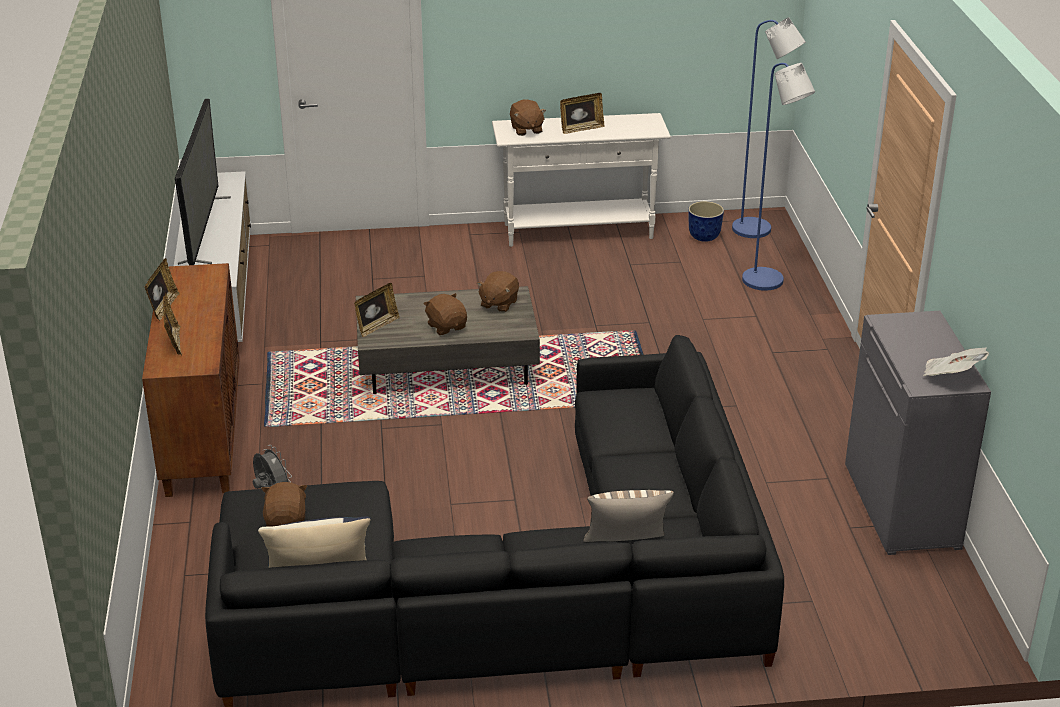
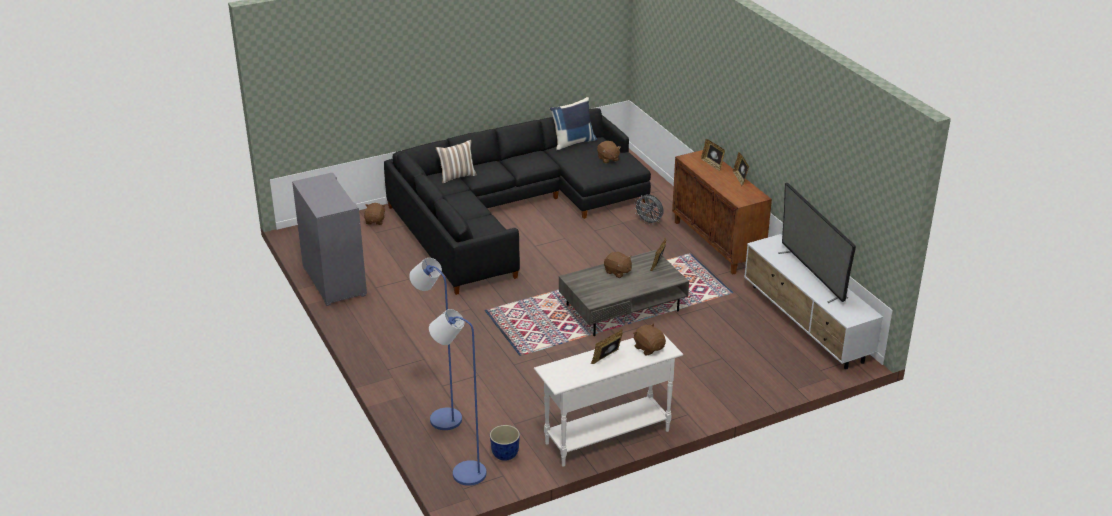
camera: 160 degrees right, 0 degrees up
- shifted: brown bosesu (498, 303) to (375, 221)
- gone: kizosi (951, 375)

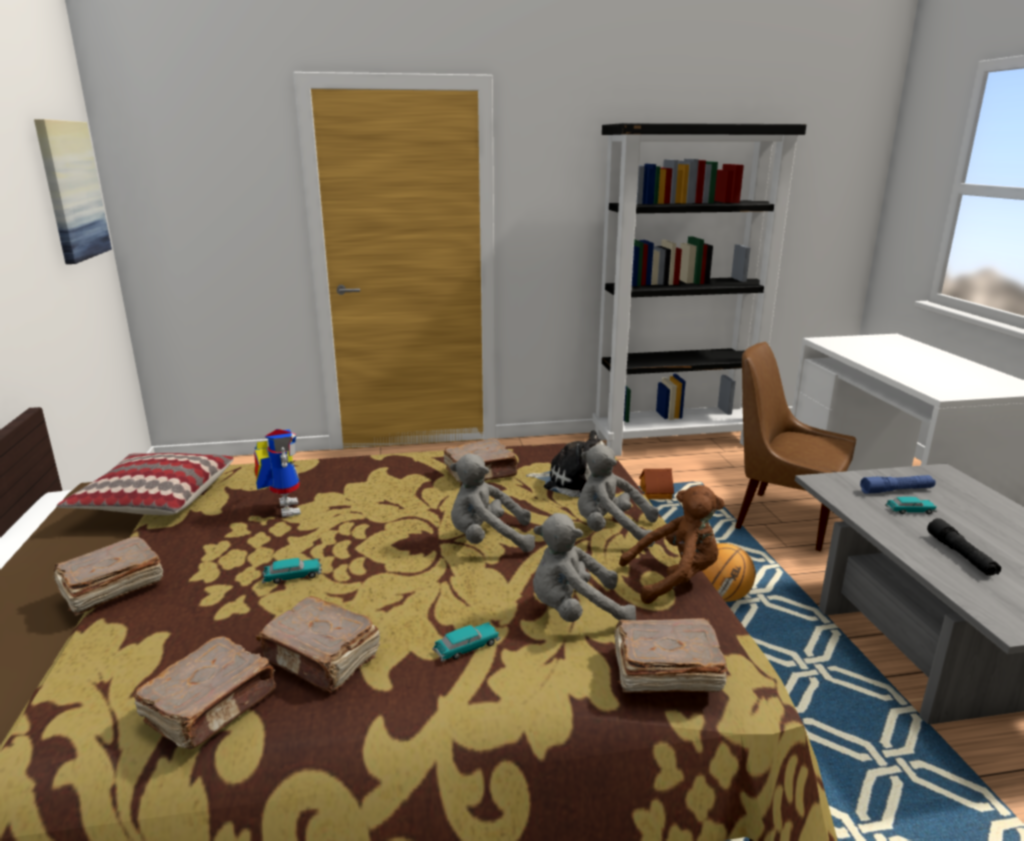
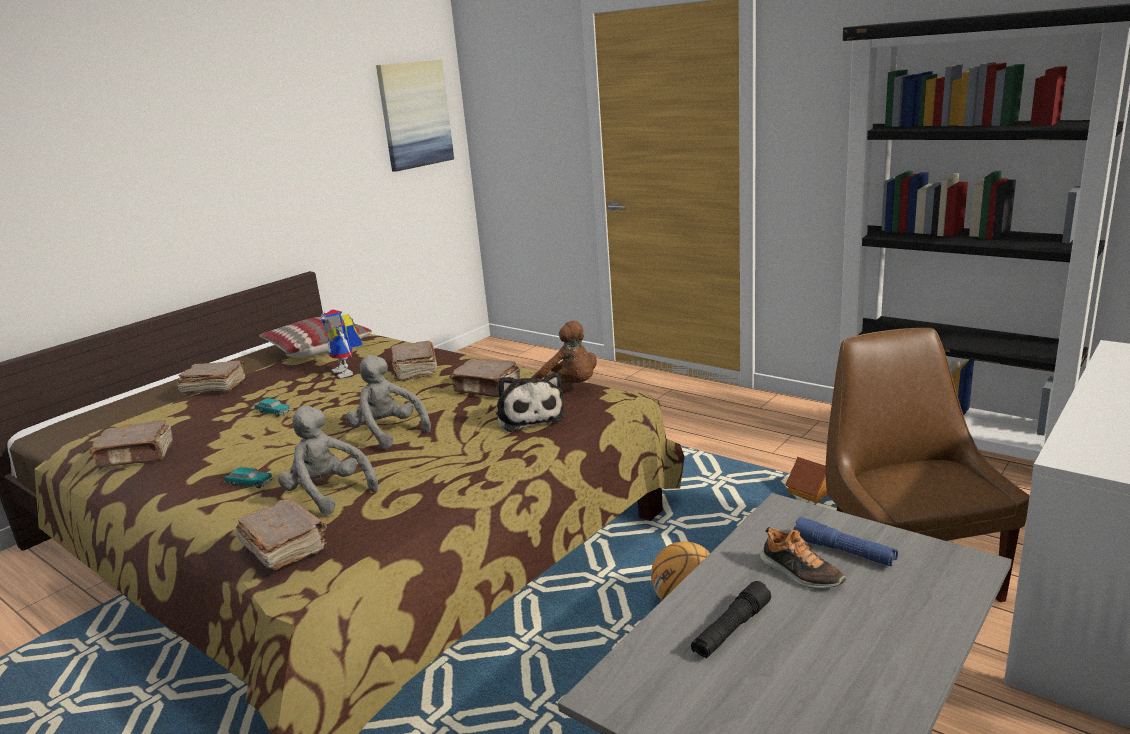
camera: 50 degrees right, 0 degrees up
- rotated: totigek (282, 508) = (348, 372) 120 degrees clockwise
- gone: grey bosesu (611, 531)
- shifted: brown bosesu (674, 579) to (568, 388)
- swapped: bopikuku (910, 510) to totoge (799, 573)
- shifted: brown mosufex (322, 659) to (414, 370)

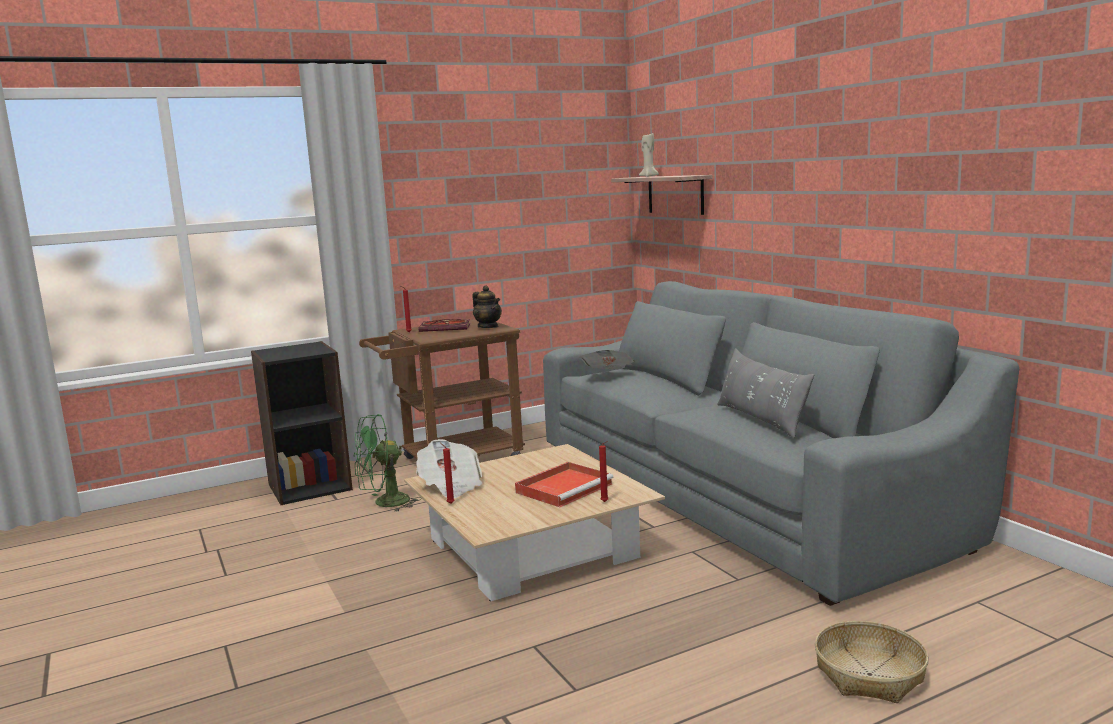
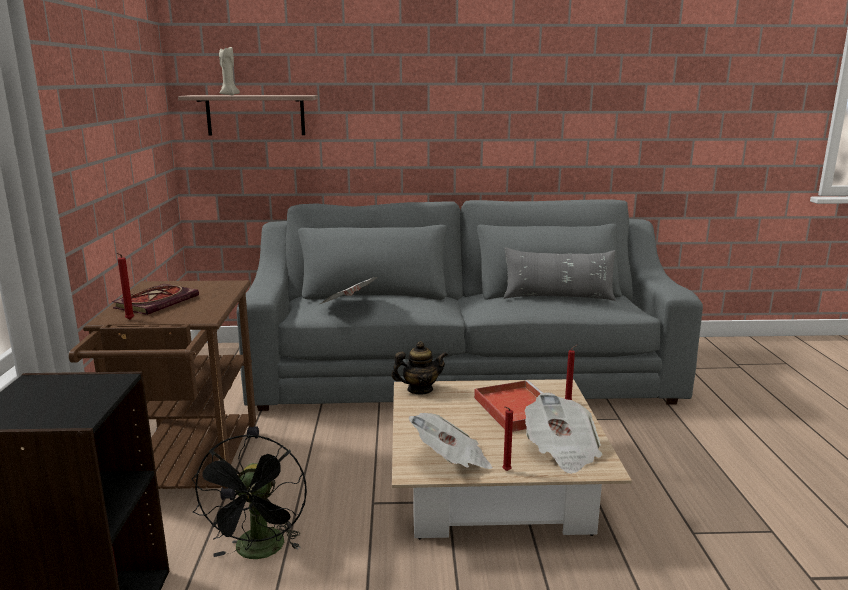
camera: 65 degrees left, 5 degrees up
- shifted: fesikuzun (488, 327) to (419, 390)
- repainted: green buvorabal (384, 503) to black buvorabal (259, 552)
- gone: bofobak (870, 674)
- new: kizosi (561, 451)

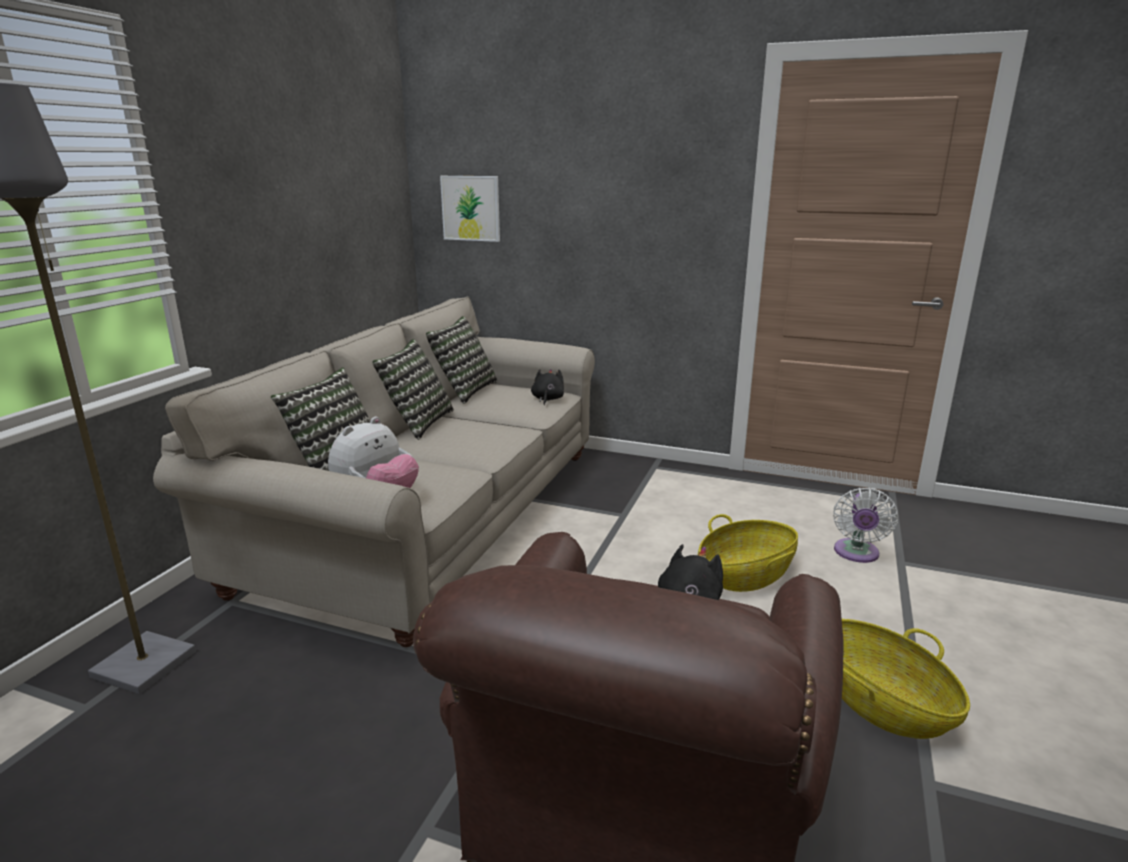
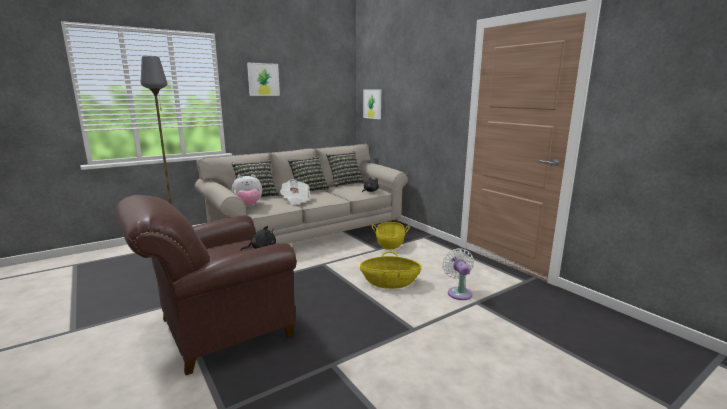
camera: 35 degrees right, 5 degrees down
- rotated: white buvorabal (856, 554) = (458, 292) 120 degrees clockwise
- shifted: bofobak (881, 703) to (390, 243)
- new: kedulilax (263, 79)
- new: kizosi (295, 200)

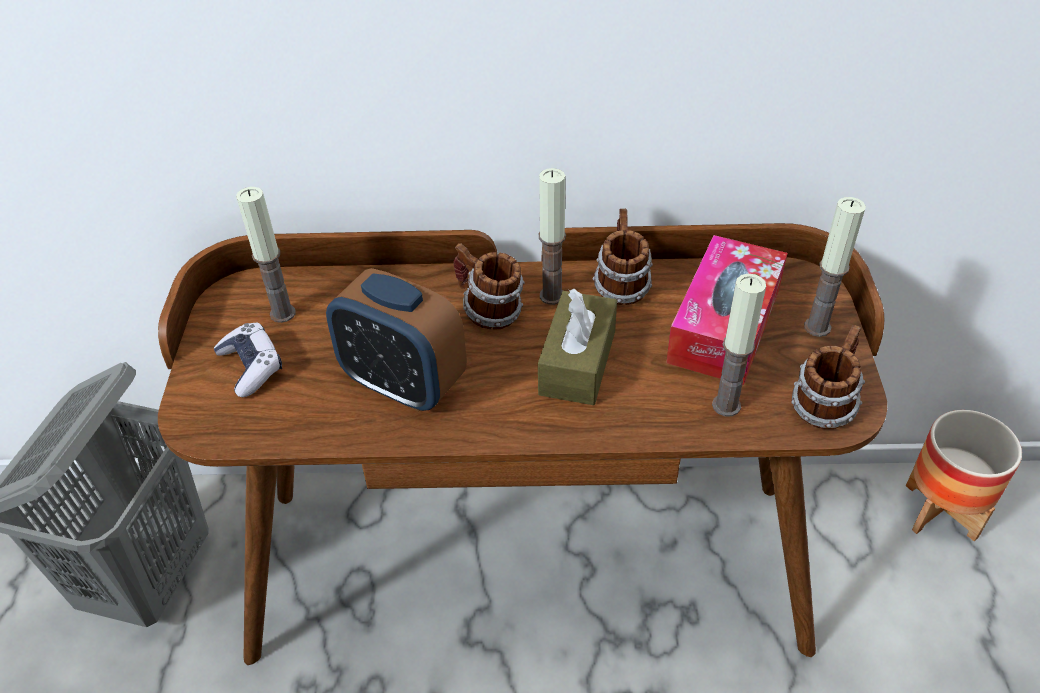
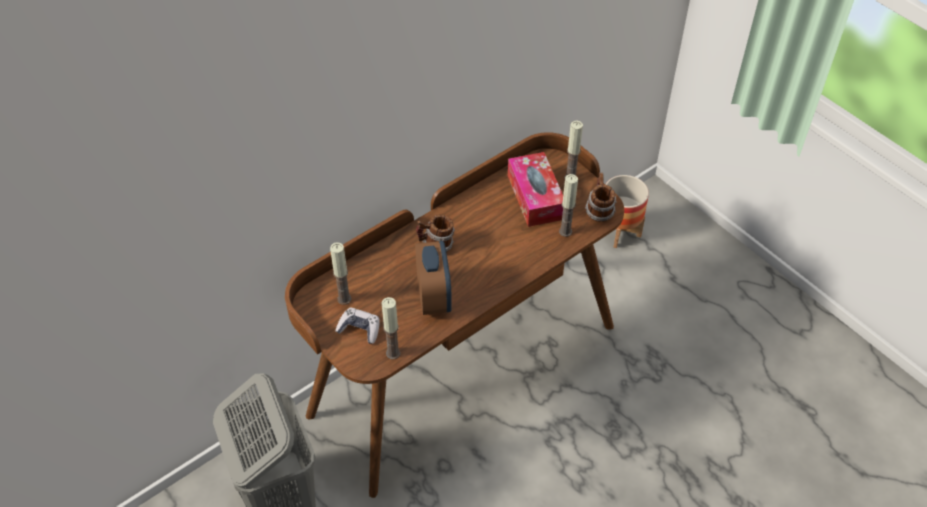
camera: 40 degrees left, 5 degrees up
- shifted: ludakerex (551, 296) to (393, 353)
- gone: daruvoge (620, 286)
- rotated: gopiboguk (403, 384) = (434, 297) 90 degrees counterclockwise
- gone: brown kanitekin (577, 362)

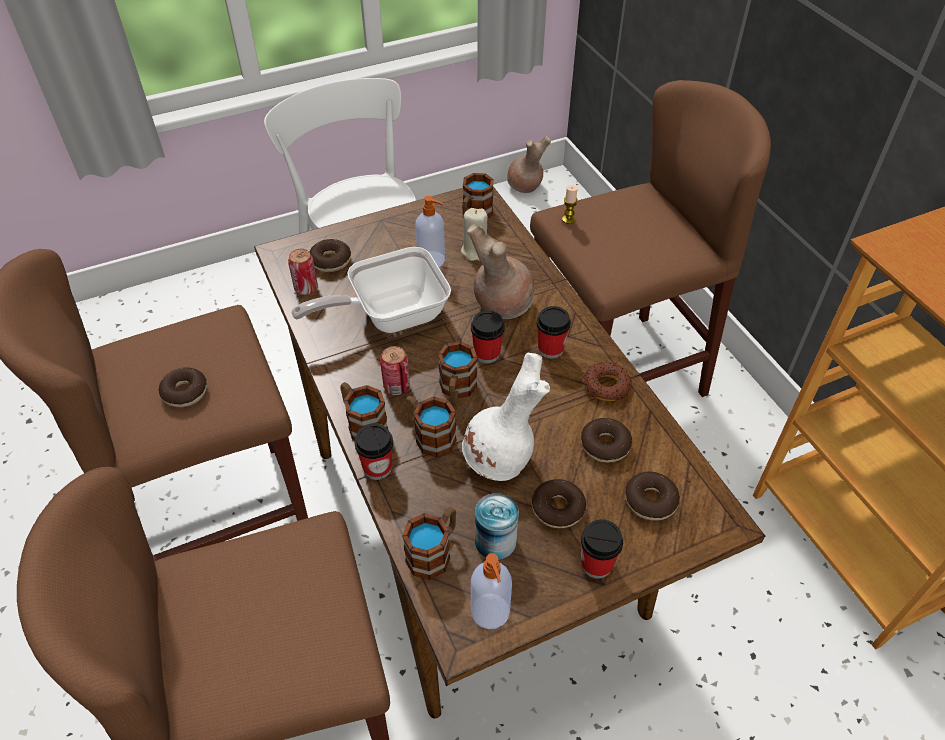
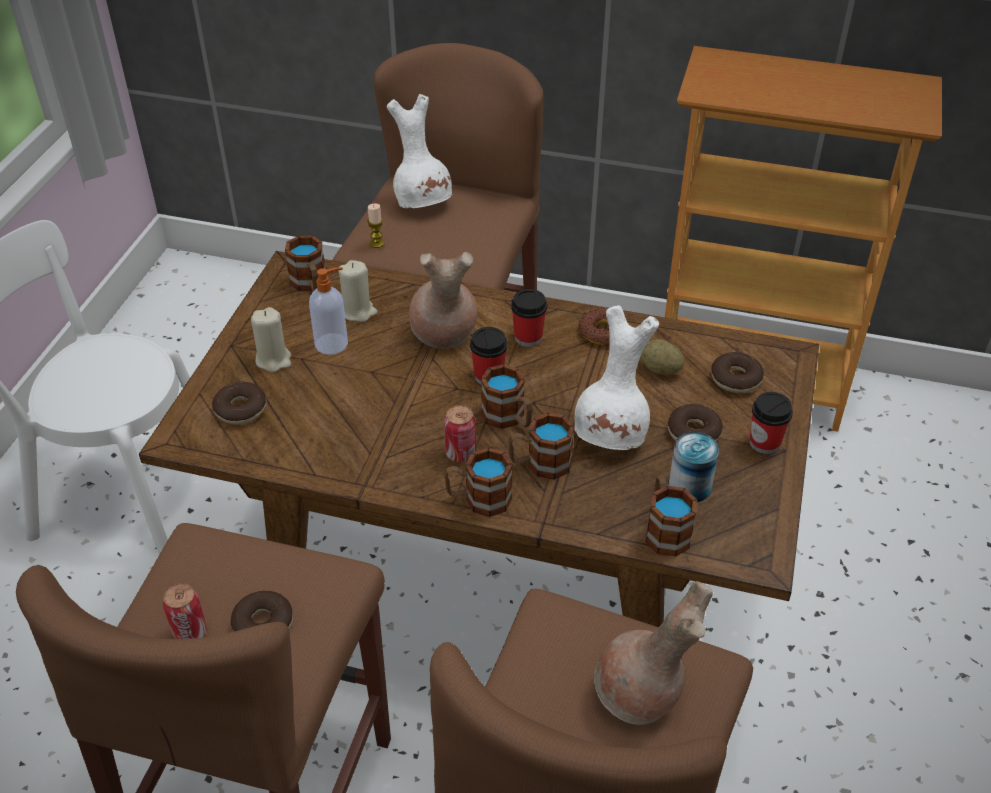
camera: 50 degrees left, 5 degrees down
- shifted: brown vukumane (525, 187) to (640, 697)
- gone: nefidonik (390, 316)
- shifted: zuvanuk (306, 288) to (190, 632)
- swapped: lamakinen (605, 445) to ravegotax (660, 369)
- gone: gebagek (377, 468)
- gone: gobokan (490, 612)
- new: white vukumane (423, 203)
- new: beige ludakerex (274, 359)

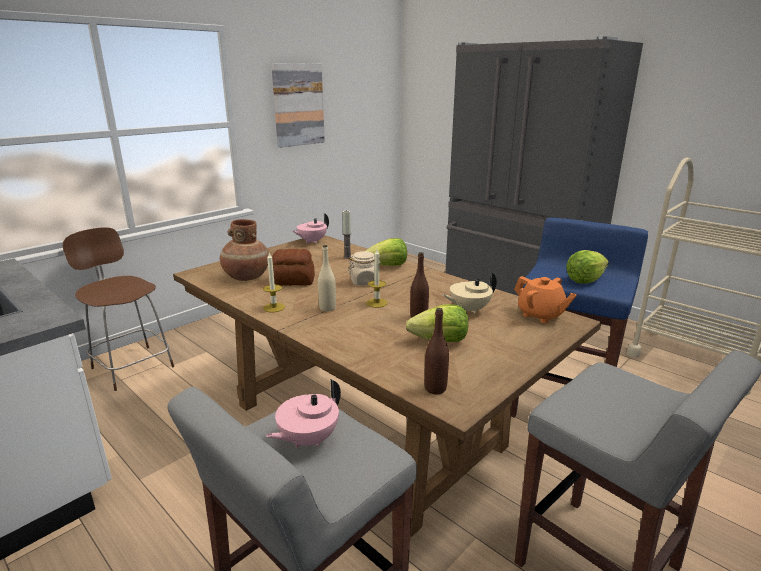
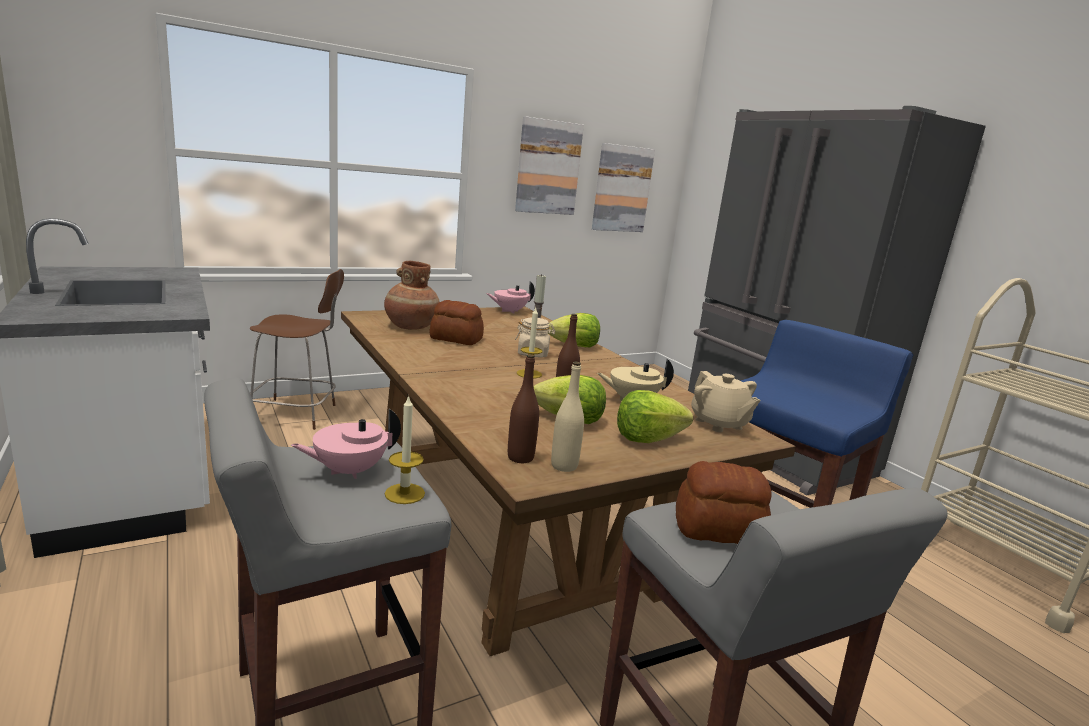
camera: 15 degrees right, 5 degrees down
- rotated: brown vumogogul (131, 366) = (297, 414) 120 degrees clockwise
- shifted: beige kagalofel (327, 308) to (564, 466)
- shifted: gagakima (585, 280) to (647, 438)
- shifted: ludakerex (274, 307) to (404, 493)
- repainted: orange fesikuzun (540, 315) to beige fesikuzun (719, 423)
- new: kedulilax (621, 189)
- new: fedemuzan (719, 530)

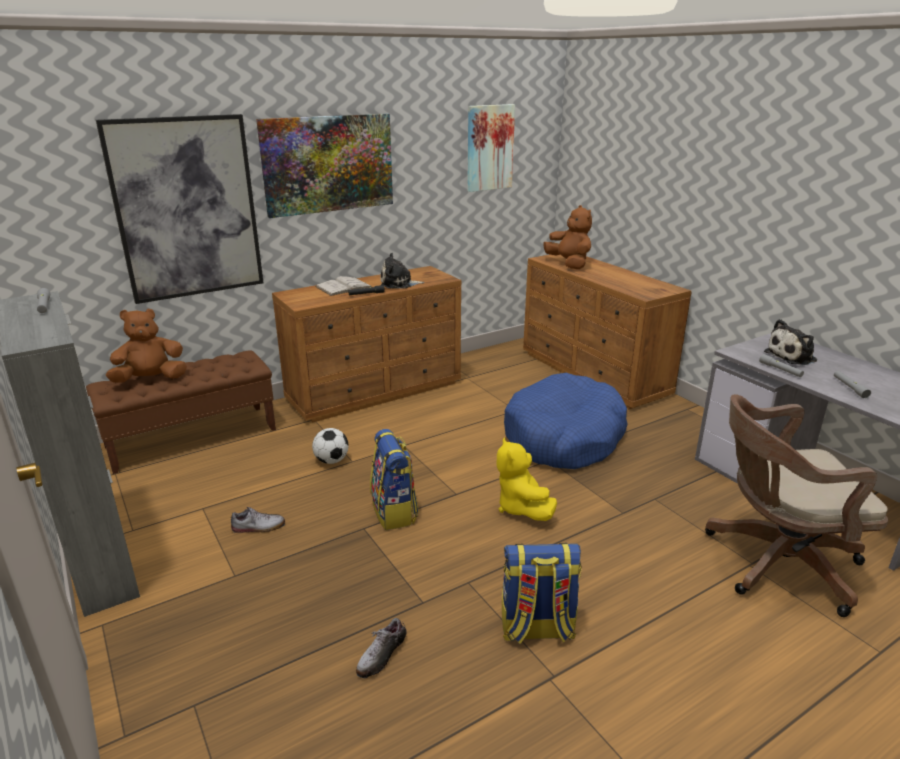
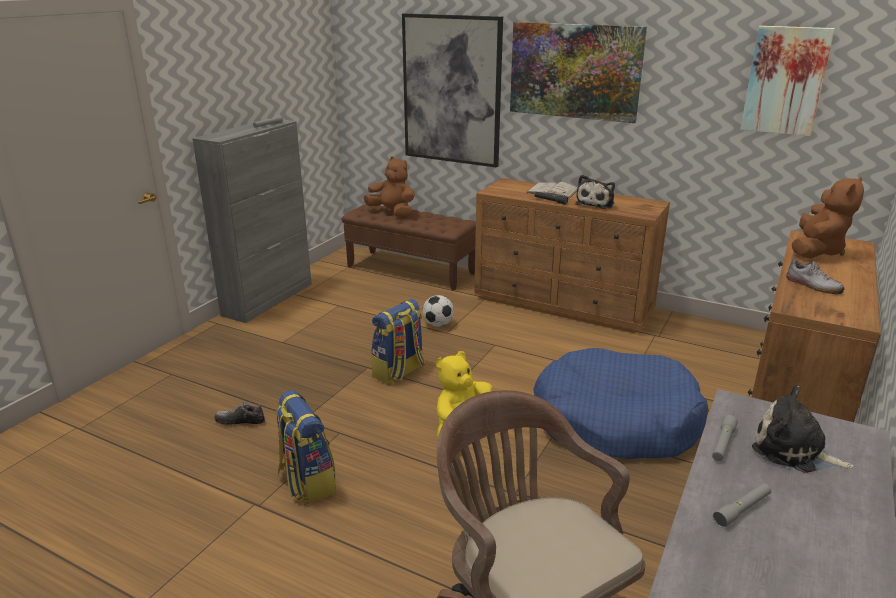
camera: 60 degrees right, 0 degrees up
- rotated: bosesu (398, 284) = (596, 203) 120 degrees counterclockwise
- shifted: totoge (258, 527) to (813, 285)

